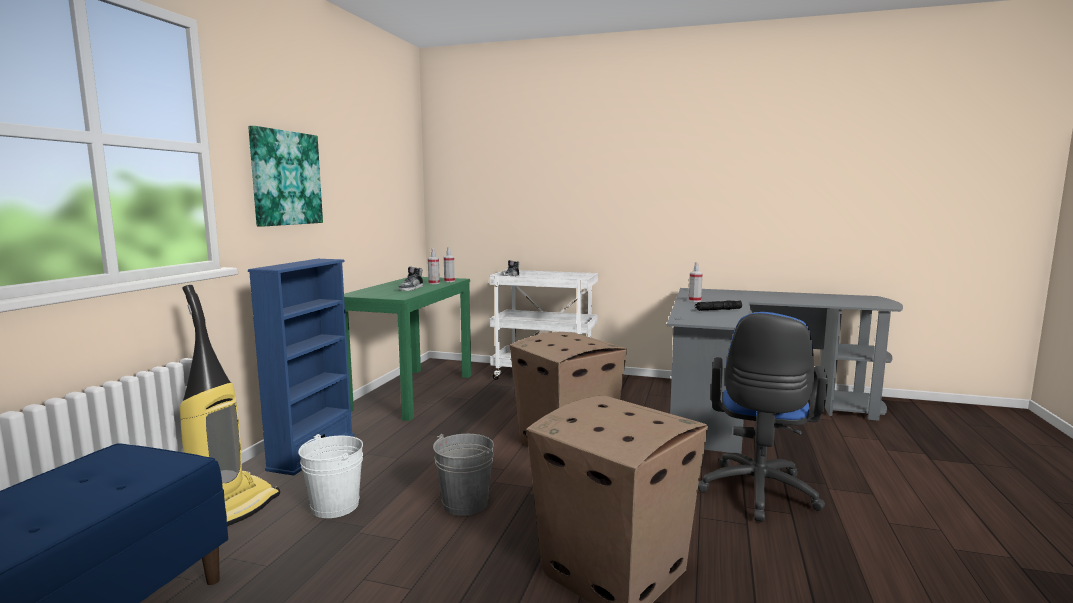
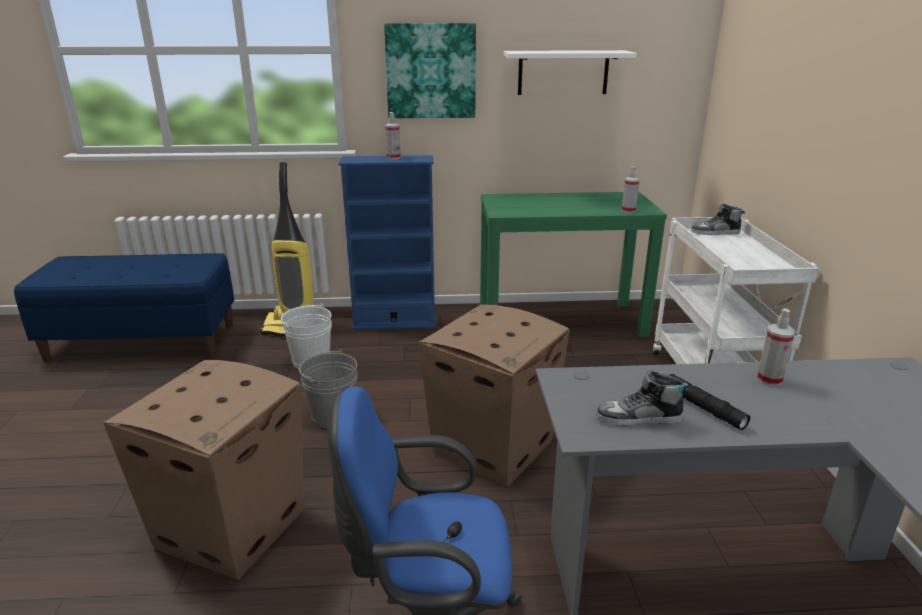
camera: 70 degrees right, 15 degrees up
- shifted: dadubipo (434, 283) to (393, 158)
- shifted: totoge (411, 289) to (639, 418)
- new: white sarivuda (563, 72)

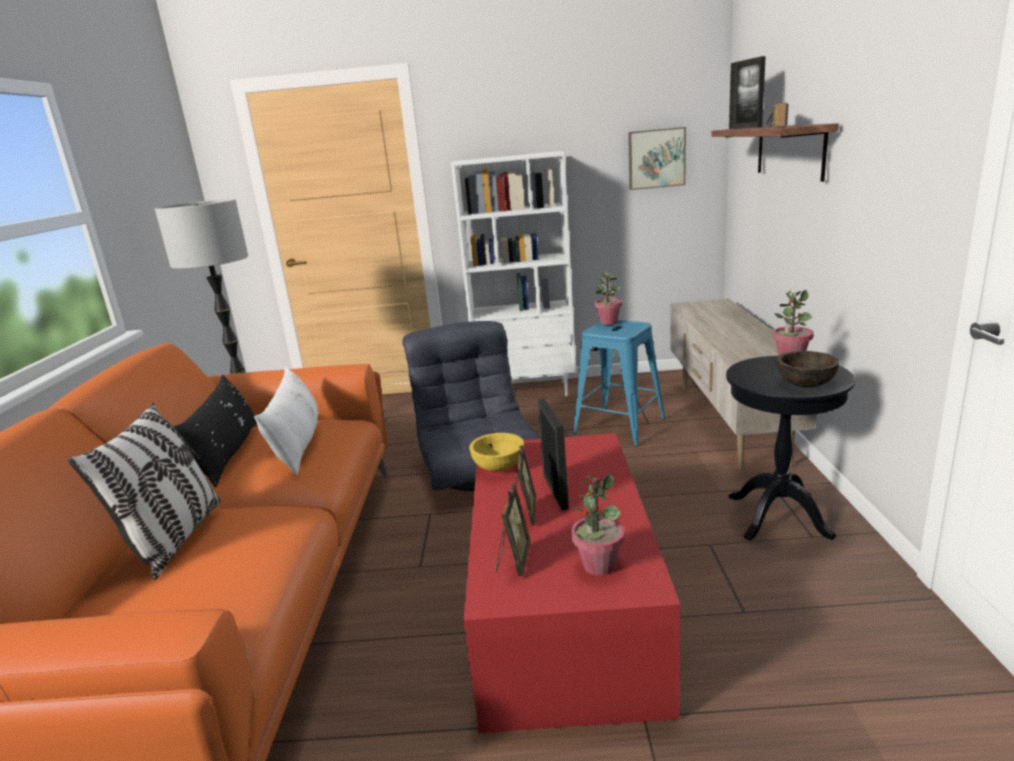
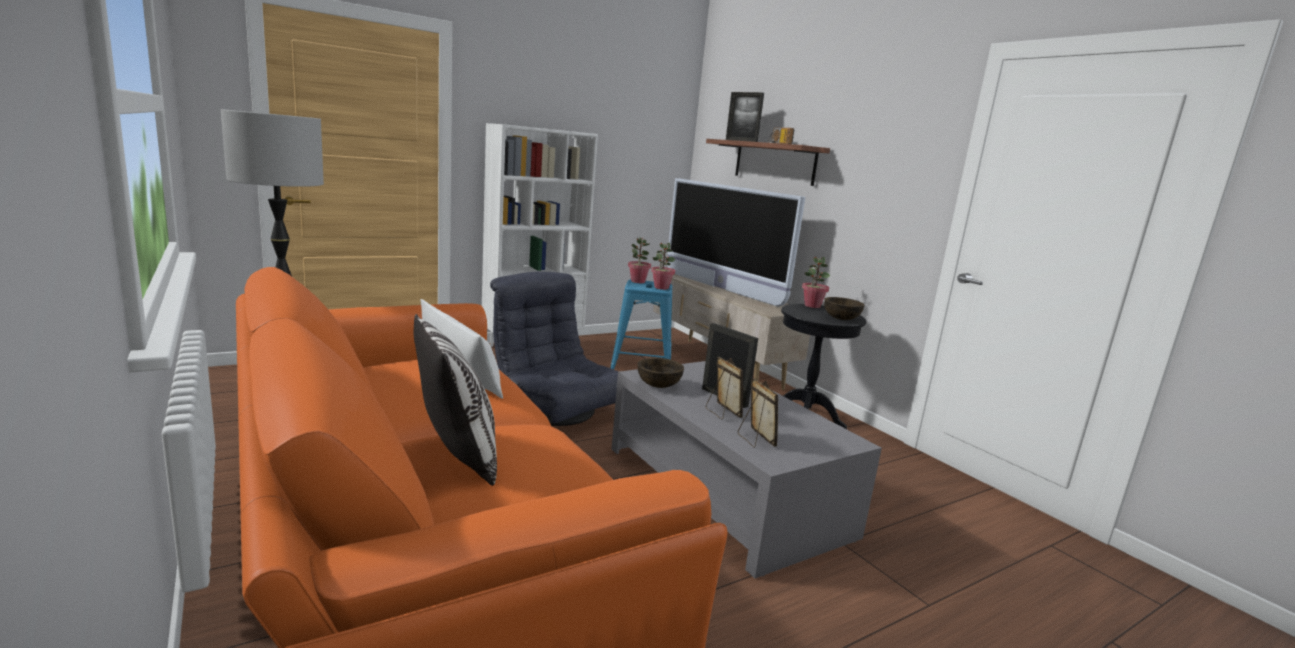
camera: 35 degrees left, 5 degrees down
- gone: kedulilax (656, 158)
- gone: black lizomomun (228, 453)
- repainted: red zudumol (562, 603) to grey zudumol (724, 490)
- repainted: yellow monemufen (499, 466) to brown monemufen (658, 385)
- shifted: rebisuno (598, 565) to (661, 288)
- new: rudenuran (721, 288)

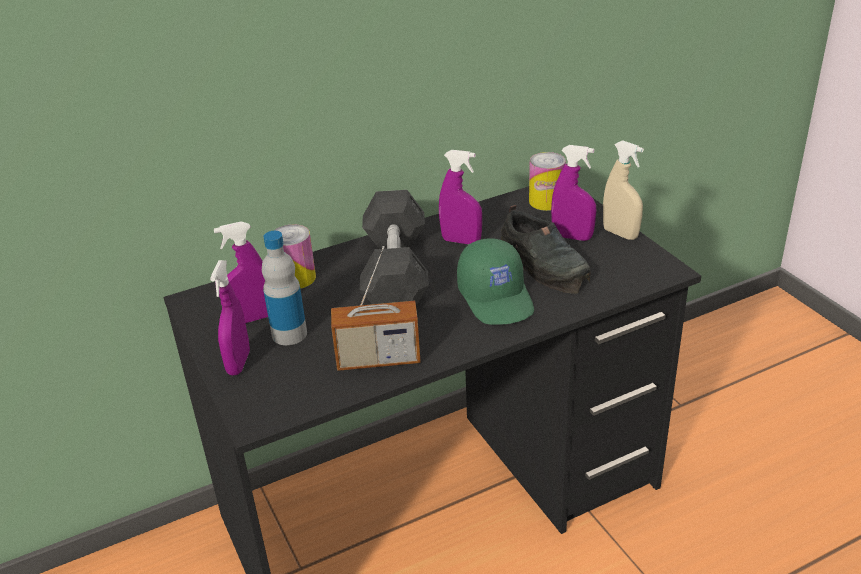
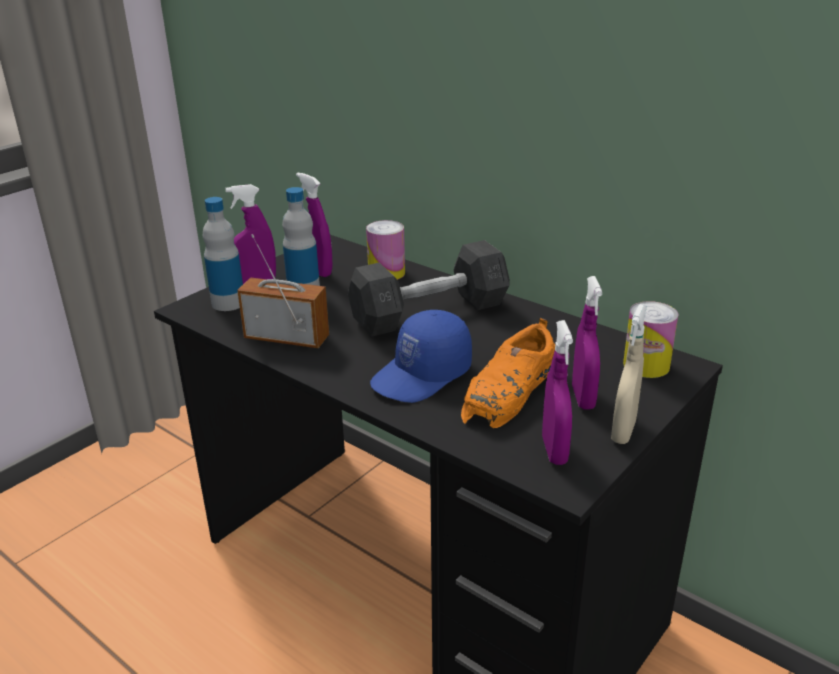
camera: 65 degrees right, 5 degrees down
- shifted: purple dadubipo (461, 241) to (554, 451)
- repainted: black totoge (544, 263) to orange totoge (510, 391)
- repainted: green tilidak (497, 297) to blue tilidak (422, 376)
- rotated: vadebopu (378, 359) = (287, 338) 135 degrees clockwise
- new: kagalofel (228, 303)

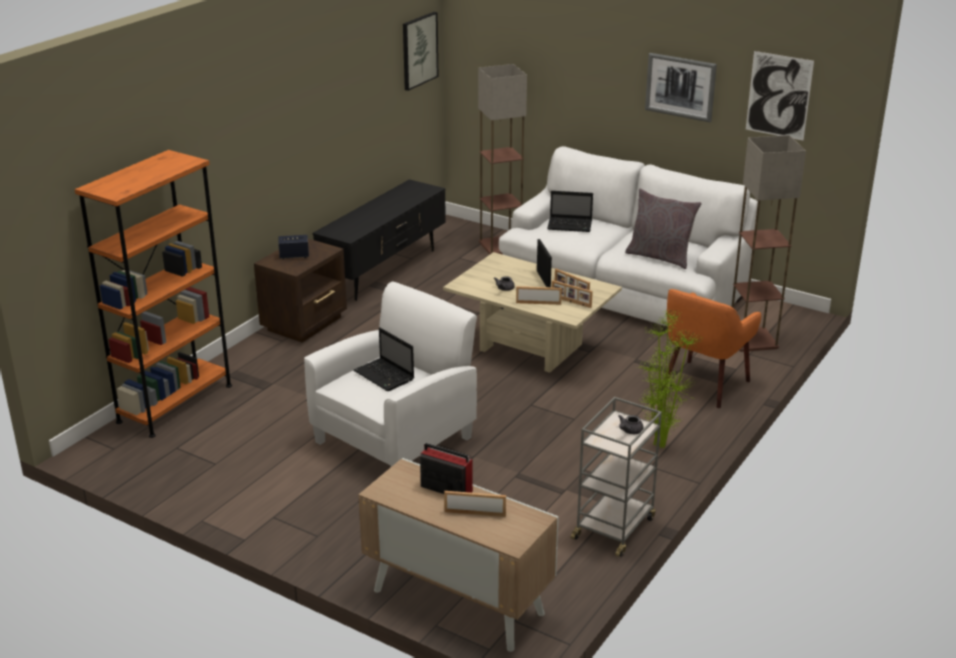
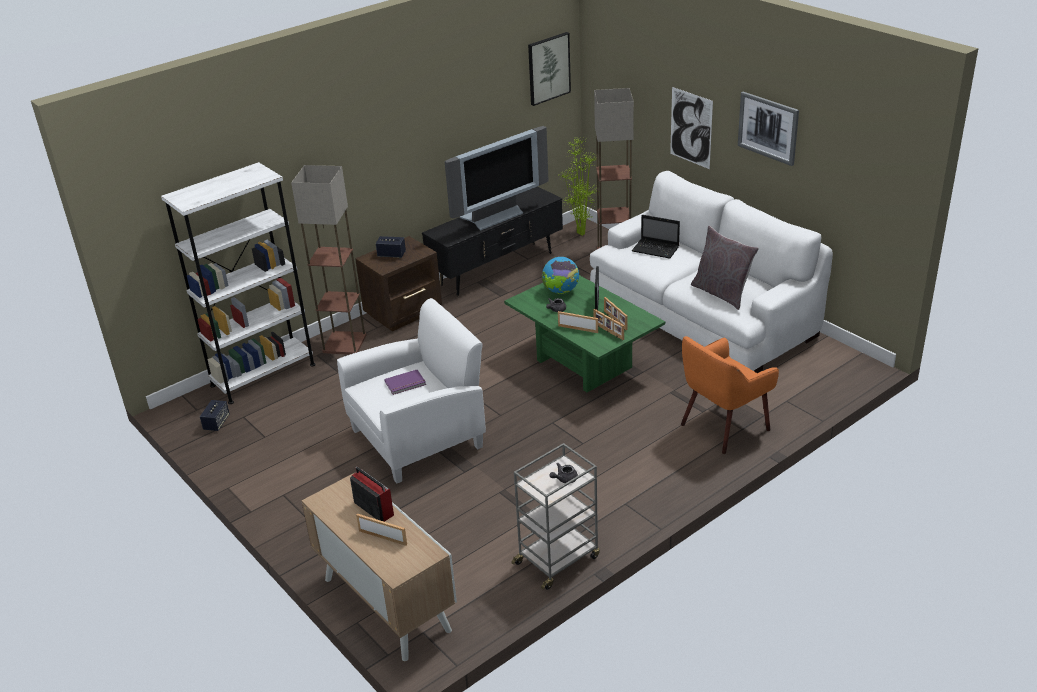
camera: 20 degrees right, 5 degrees up
- shifted: kedulilax (779, 95) to (691, 128)
- shifted: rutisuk (753, 340) to (345, 344)
- repainted: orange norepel (175, 403) to white norepel (263, 375)
- repainted: beige zudumol (531, 347) to green zudumol (584, 364)
- shifted: rebisuno (660, 446) to (580, 234)
- swapped: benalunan (385, 376) to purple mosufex (406, 384)
- new: rudenuran (494, 217)
- new: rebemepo (561, 291)
- new: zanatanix (216, 423)

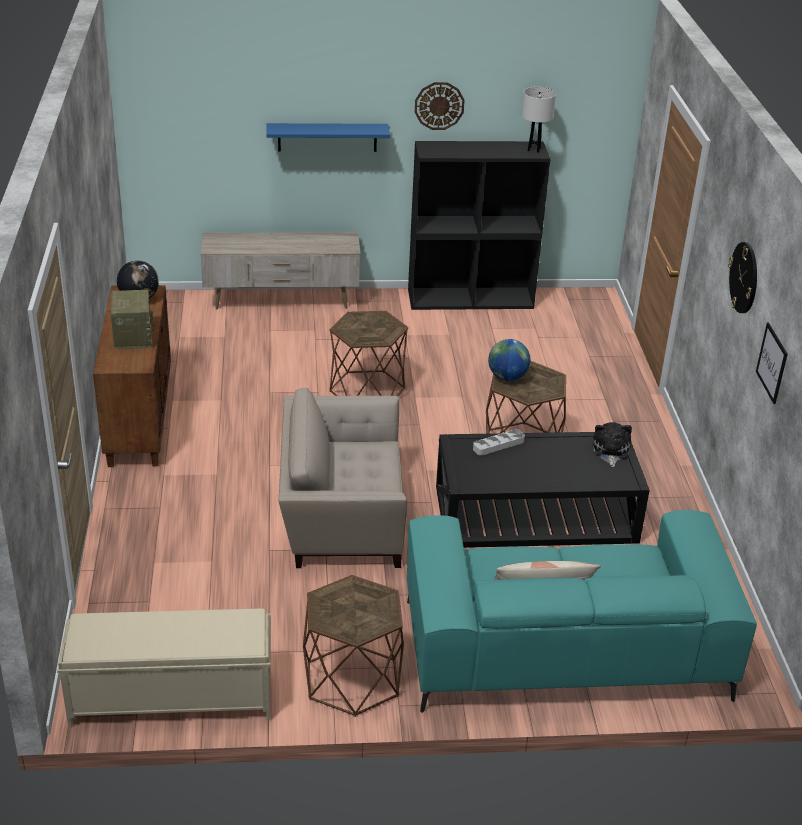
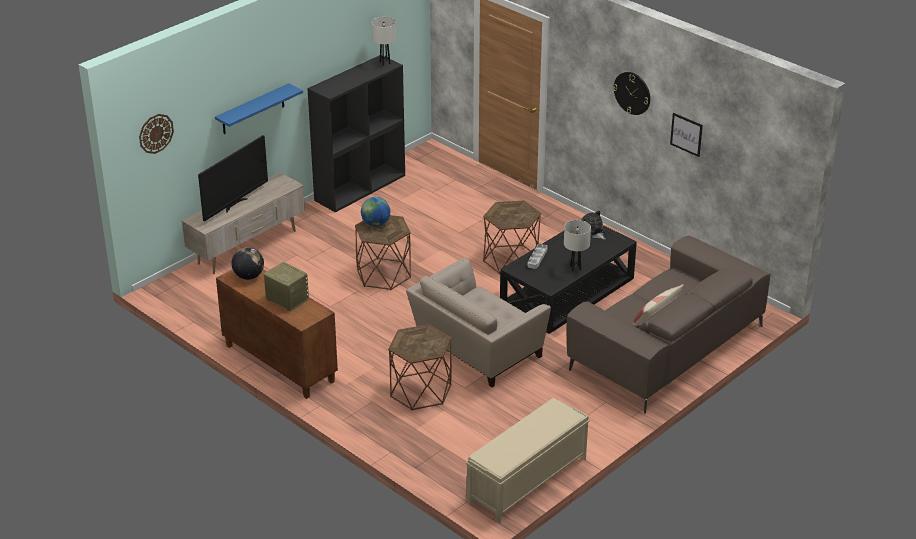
camera: 40 degrees left, 0 degrees up
- shifted: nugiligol (439, 105) to (156, 133)
- shifted: rebemepo (507, 377) to (375, 224)
- repainted: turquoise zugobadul (564, 648) to brown zugobadul (666, 347)
- shifted: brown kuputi (352, 679) to (420, 391)
- new: rudenuran (235, 204)
- new: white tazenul (575, 268)

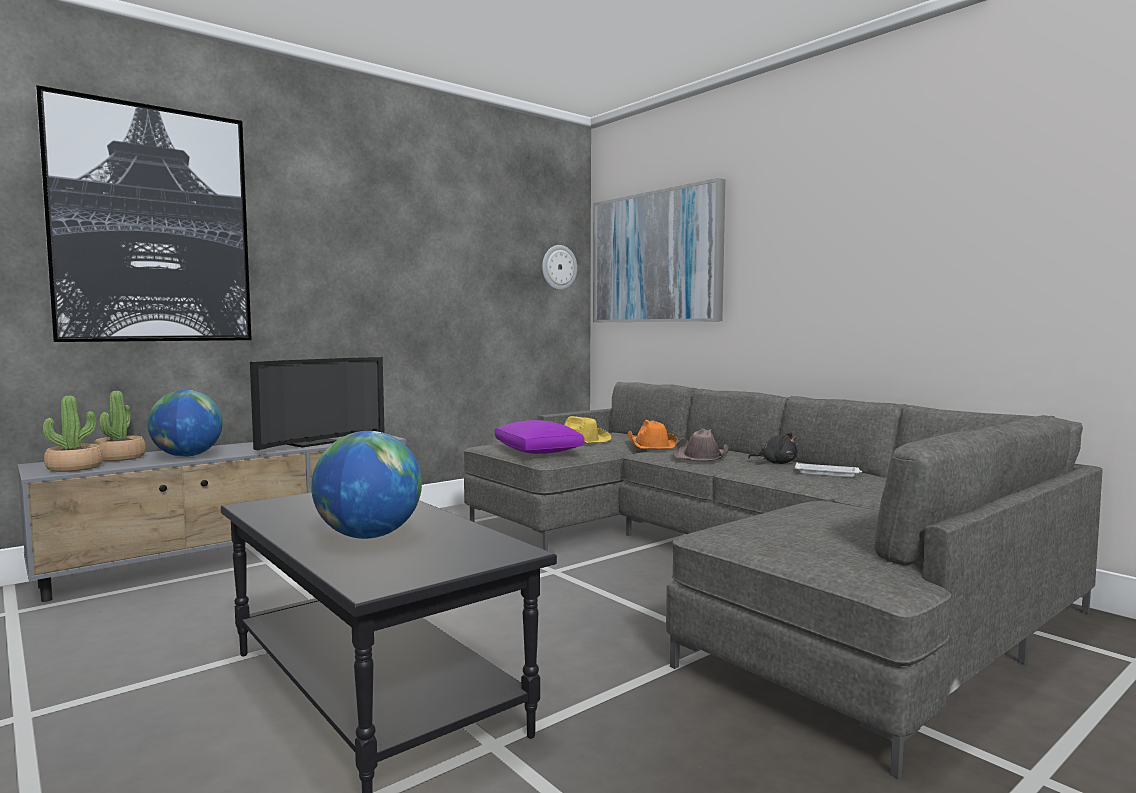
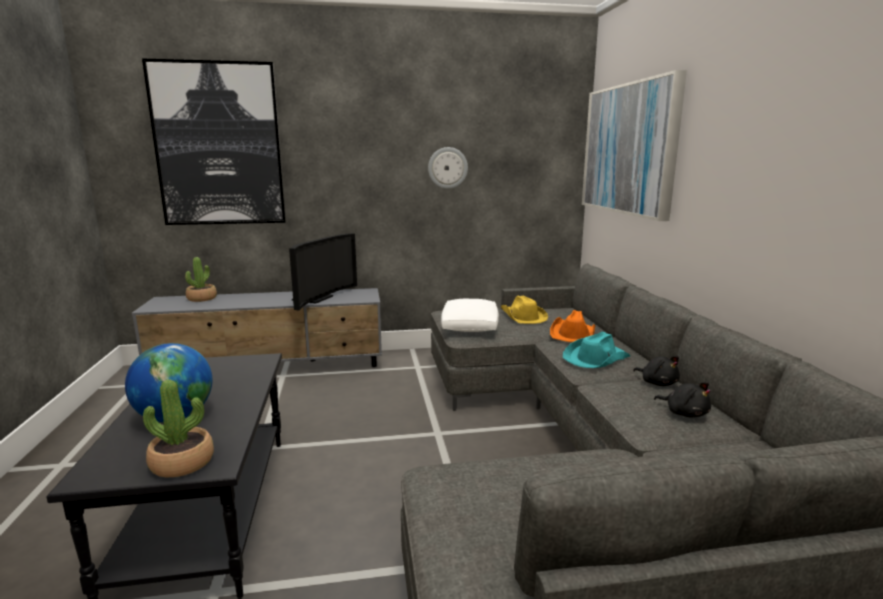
camera: 30 degrees right, 10 degrees up
- shifted: nugiligol (558, 267) to (447, 168)
- rotated: rudenuran (313, 443) = (317, 299) 45 degrees counterclockwise
- gone: rebemepo (187, 456)
- shifted: rebisuno (74, 468) to (182, 463)
- repainted: purple lizomomun (538, 451) to white lizomomun (470, 326)
- repainted: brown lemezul (701, 456) to turquoise lemezul (595, 358)
- swapped: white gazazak (828, 473) to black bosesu (684, 413)

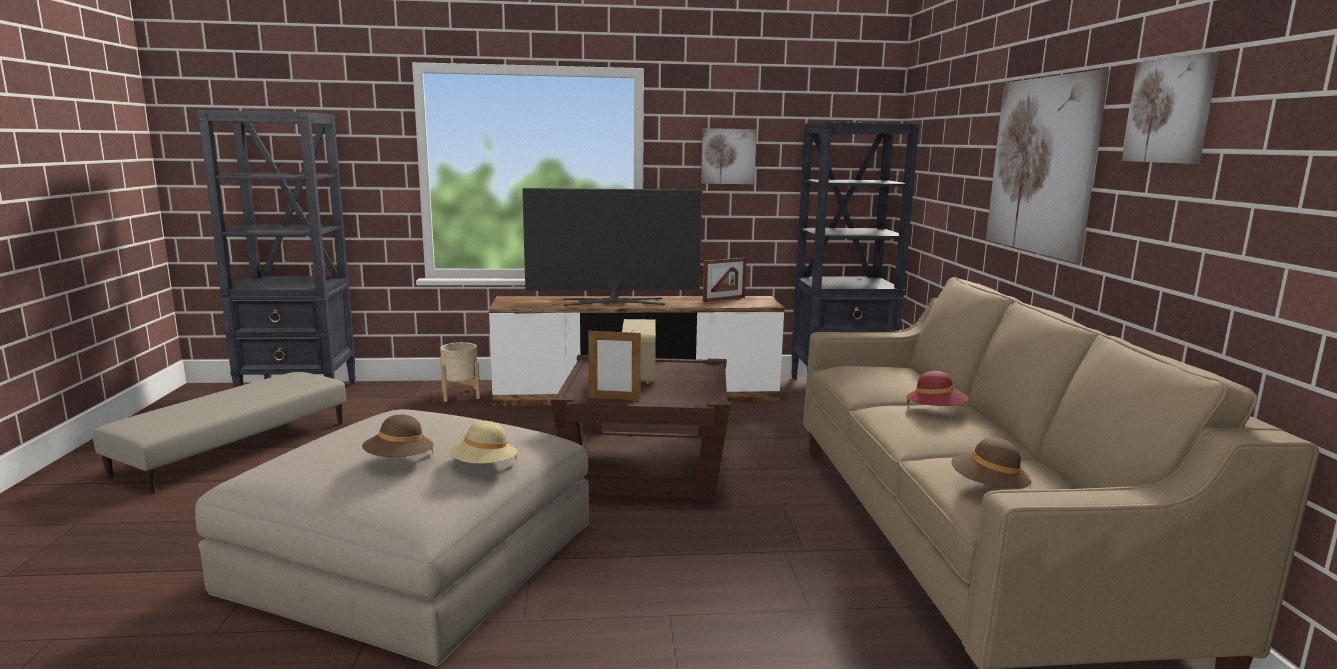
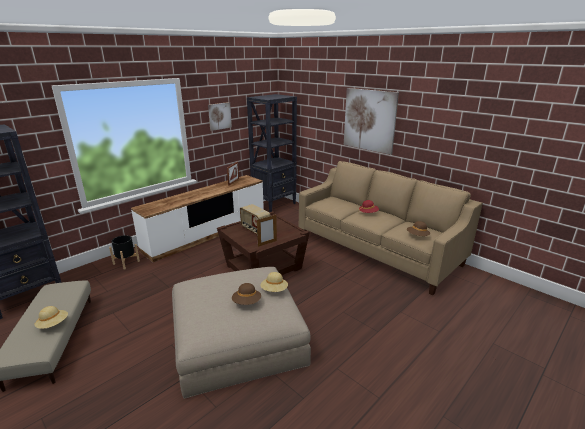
camera: 40 degrees left, 10 degrees up
- gone: kedulilax (1171, 111)
- gone: rudenuran (614, 302)
- repainted: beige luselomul (461, 395) to black luselomul (126, 262)
- new: beige lemezul (53, 324)

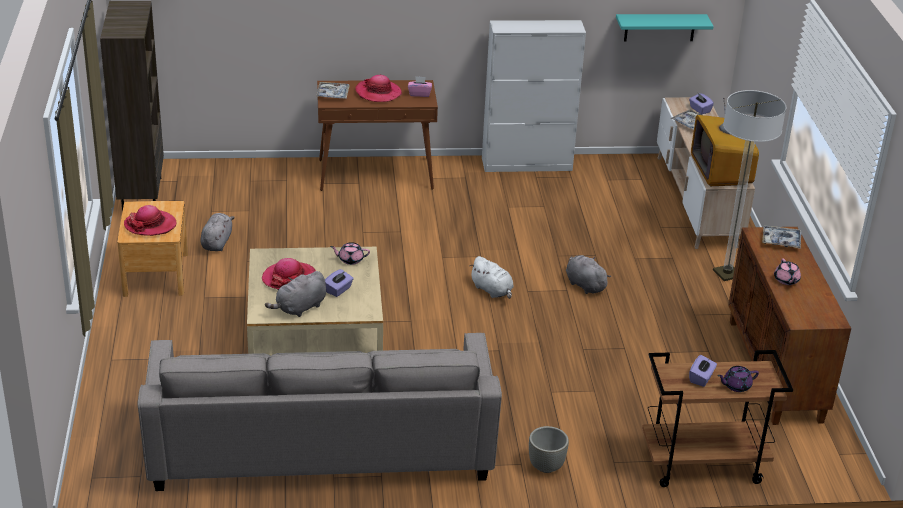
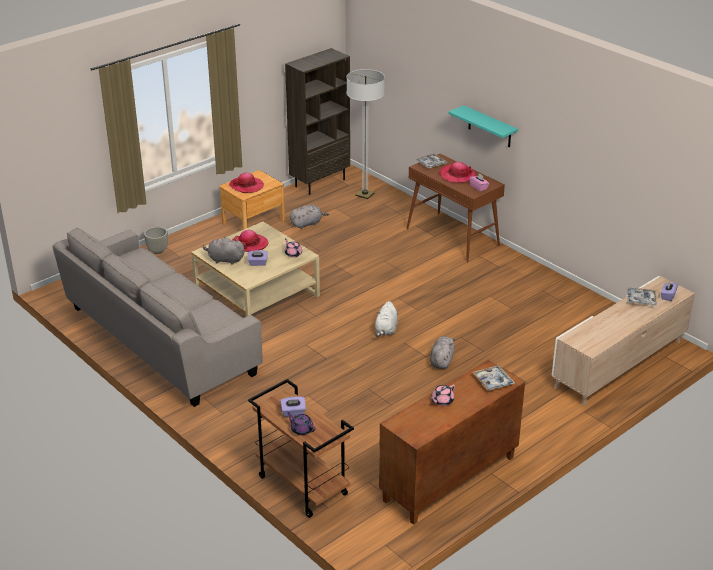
camera: 55 degrees right, 0 degrees up
- shifted: turquoise sarivuda (659, 27) to (489, 127)
- gone: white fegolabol (527, 164)
- shifted: rutisuk (727, 274) to (365, 194)
- gone: rudenuran (720, 173)
- shifted: grey luselomul (545, 466) to (157, 251)

